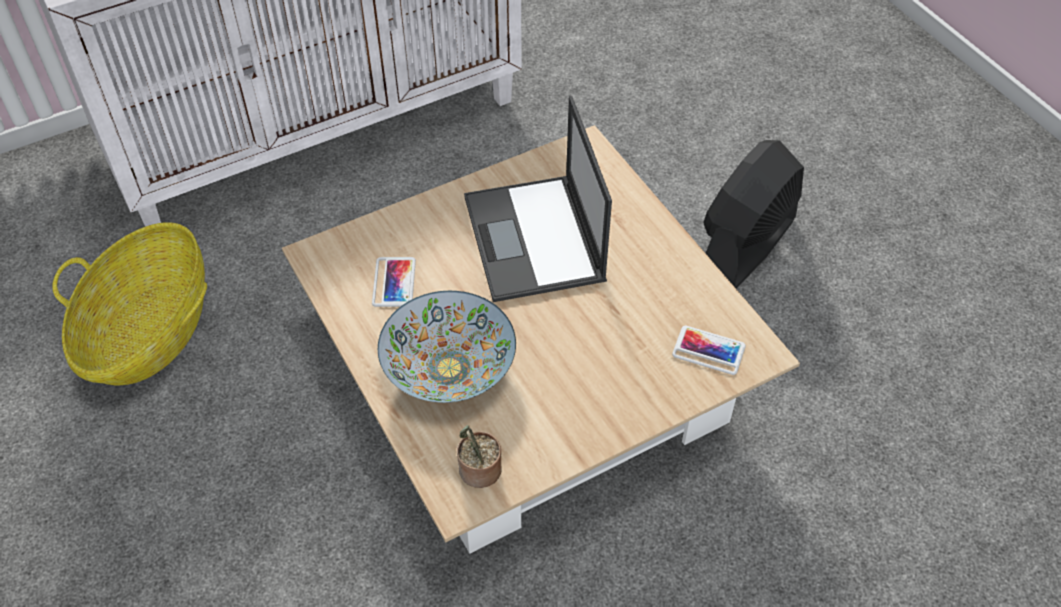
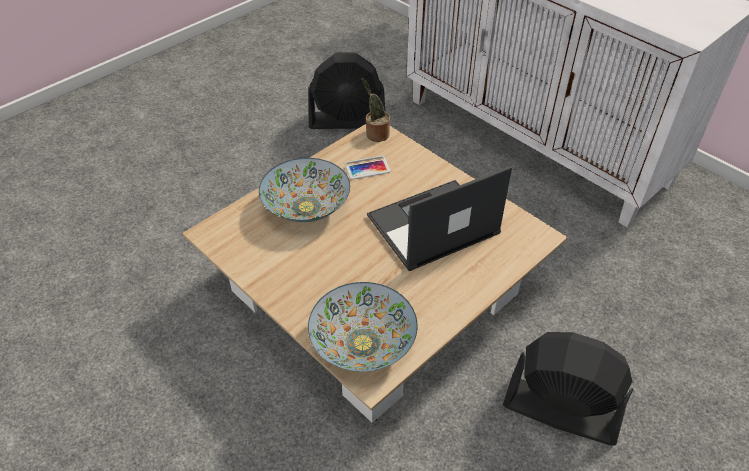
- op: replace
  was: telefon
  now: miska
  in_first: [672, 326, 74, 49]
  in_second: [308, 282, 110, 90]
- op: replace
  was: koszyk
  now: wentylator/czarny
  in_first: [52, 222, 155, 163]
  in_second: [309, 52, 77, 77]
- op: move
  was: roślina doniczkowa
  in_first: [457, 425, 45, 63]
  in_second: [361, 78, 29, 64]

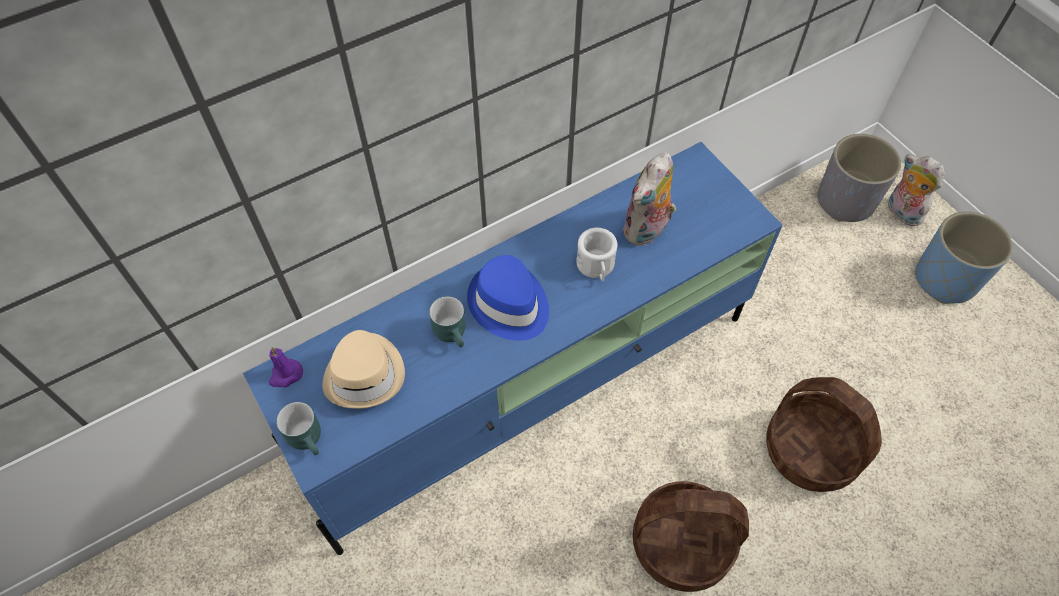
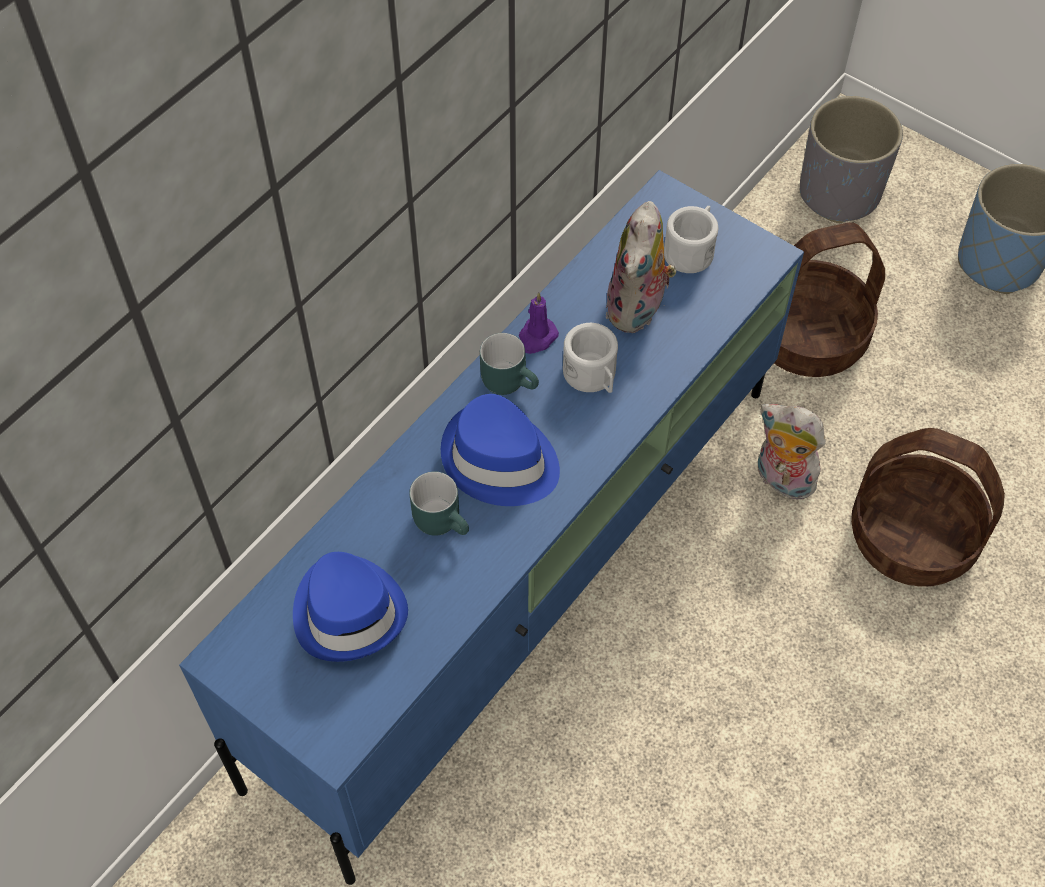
- op: recolor
  was: kapelusz/beżowy
  now: kapelusz/niebieski
  in_first: [322, 330, 83, 79]
  in_second: [293, 552, 115, 110]
- op: move
  was: kubek/turkusowy
  in_first: [276, 402, 45, 53]
  in_second: [480, 333, 59, 62]
- op: move
  was: świeca/fioletowy
  in_first: [269, 347, 34, 41]
  in_second: [519, 292, 40, 62]
- op: insert
  now: kubek/biały
  in_second: [664, 206, 54, 67]
- op: move
  was: pluszak
  in_first: [888, 154, 57, 72]
  in_second: [758, 404, 68, 96]
- op: move
  was: koszyk
  in_first: [633, 481, 116, 111]
  in_second: [774, 222, 111, 155]

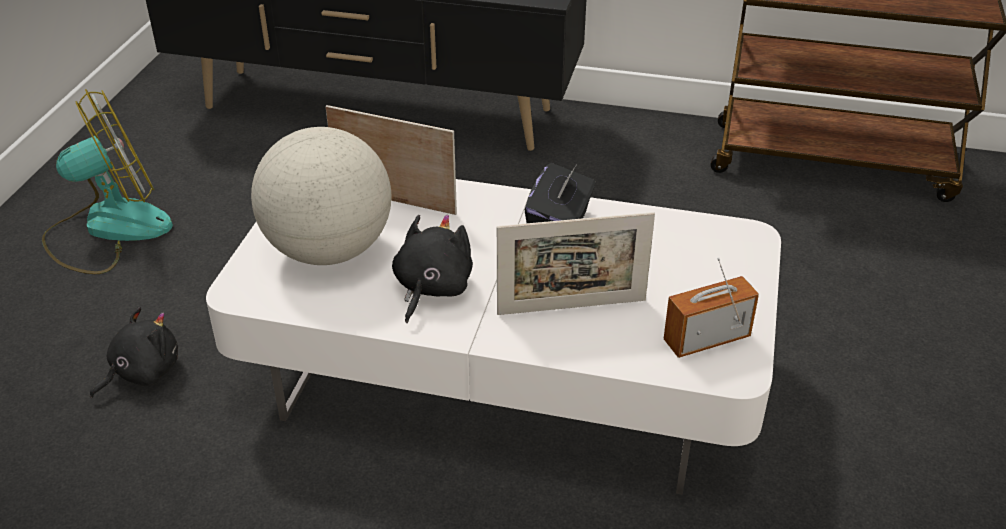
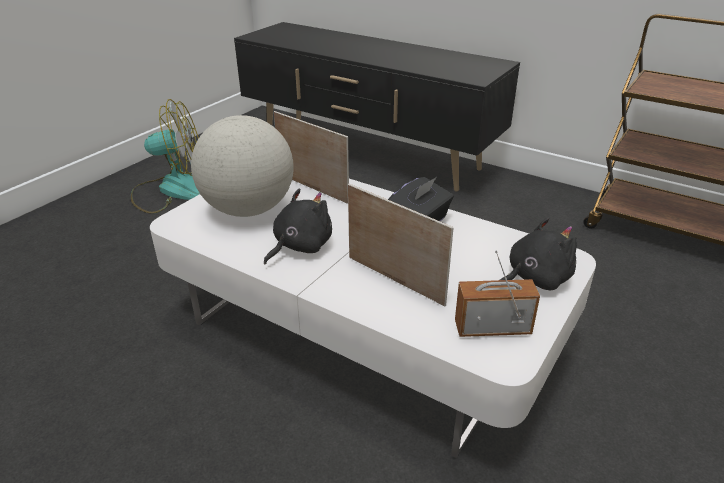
- op: rotate
  was: ramka na zdjęcie
  in_first: [497, 212, 158, 103]
  in_second: [348, 184, 106, 122]
  clockwise: -150
- op: move
  was: pluszak/czarny
  in_first: [90, 307, 88, 91]
  in_second: [500, 218, 77, 72]

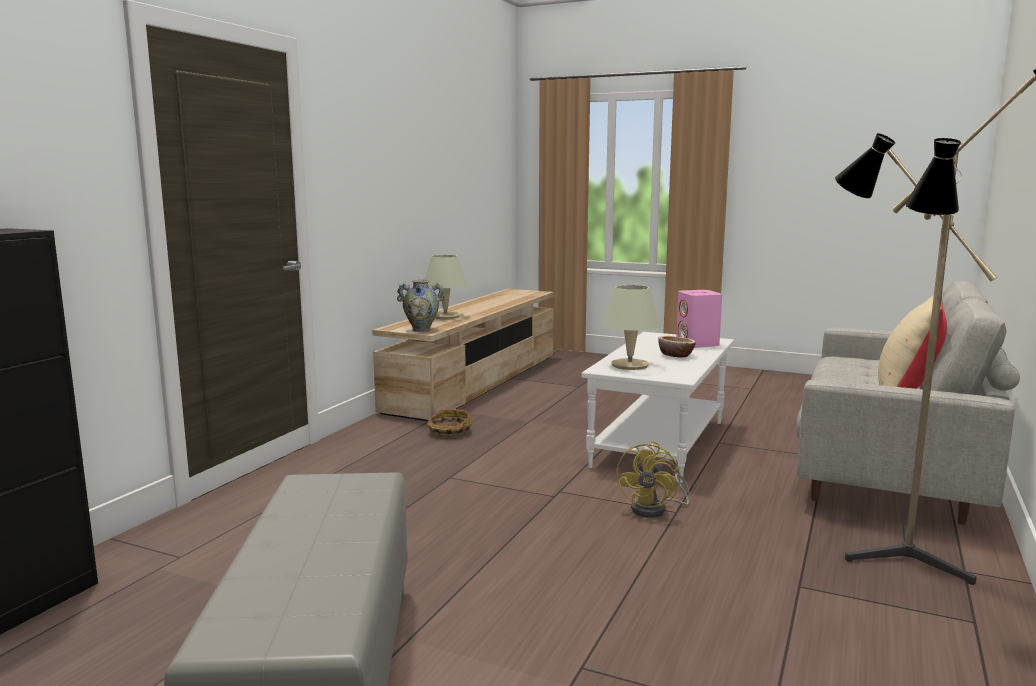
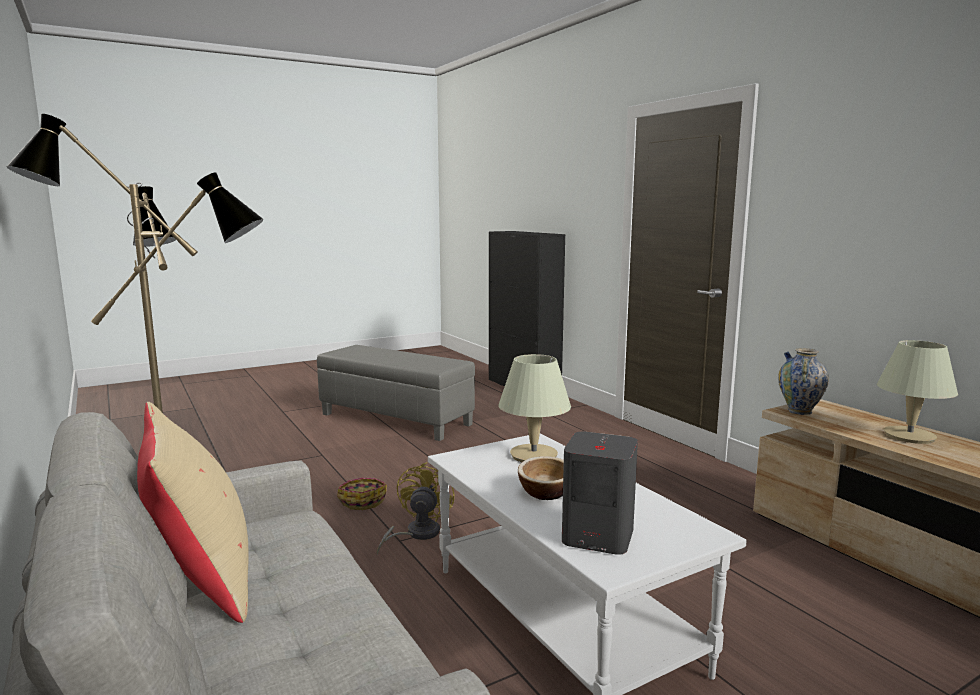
- op: move
  was: koszyk
  in_first: [427, 409, 45, 29]
  in_second: [337, 478, 50, 32]
- op: rotate
  was: wentylator/żółty
  in_first: [616, 442, 73, 76]
  in_second: [377, 462, 77, 93]
  clockwise: 45
- op: recolor
  was: głośnik/różowy
  now: głośnik/szary
  in_first: [676, 290, 46, 58]
  in_second: [562, 432, 76, 123]

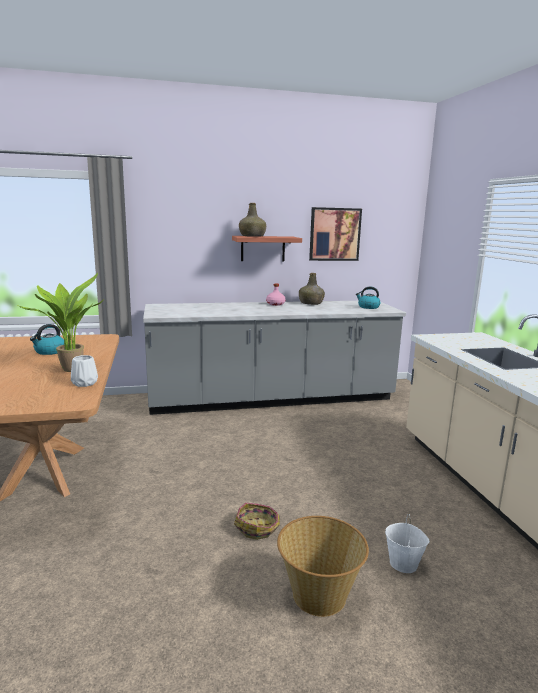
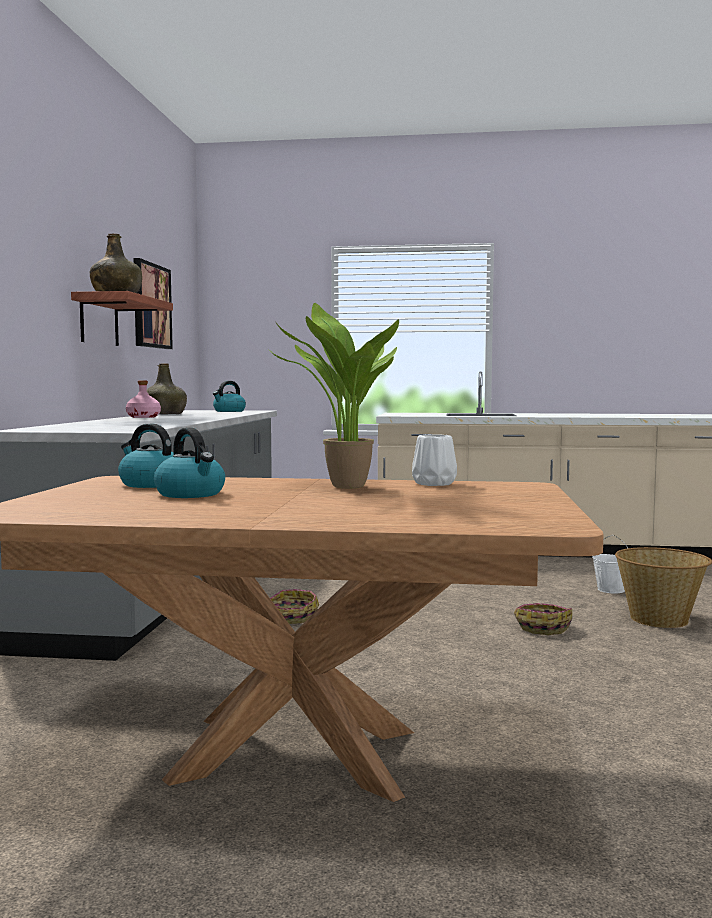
- op: insert
  now: czajnik
  in_second: [118, 423, 56, 65]
- op: insert
  now: koszyk
  in_second: [270, 589, 49, 35]

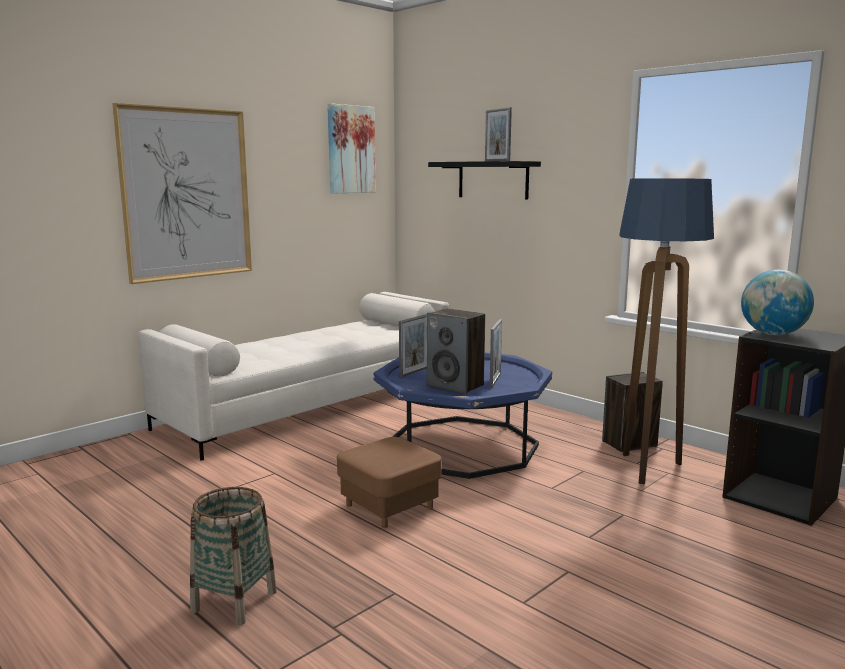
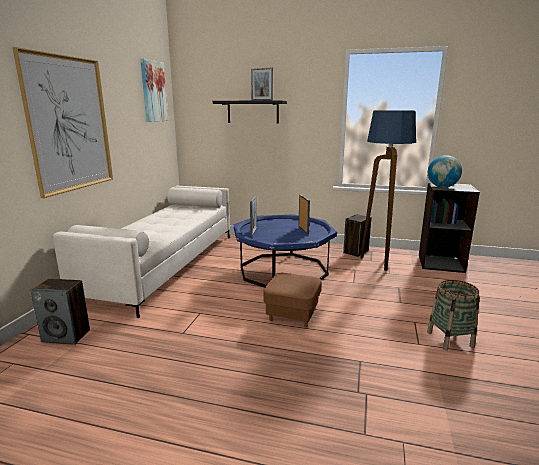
- op: move
  was: głośnik
  in_first: [427, 308, 58, 86]
  in_second: [30, 279, 60, 66]
- op: move
  was: koszyk
  in_first: [190, 487, 87, 138]
  in_second: [427, 280, 53, 70]

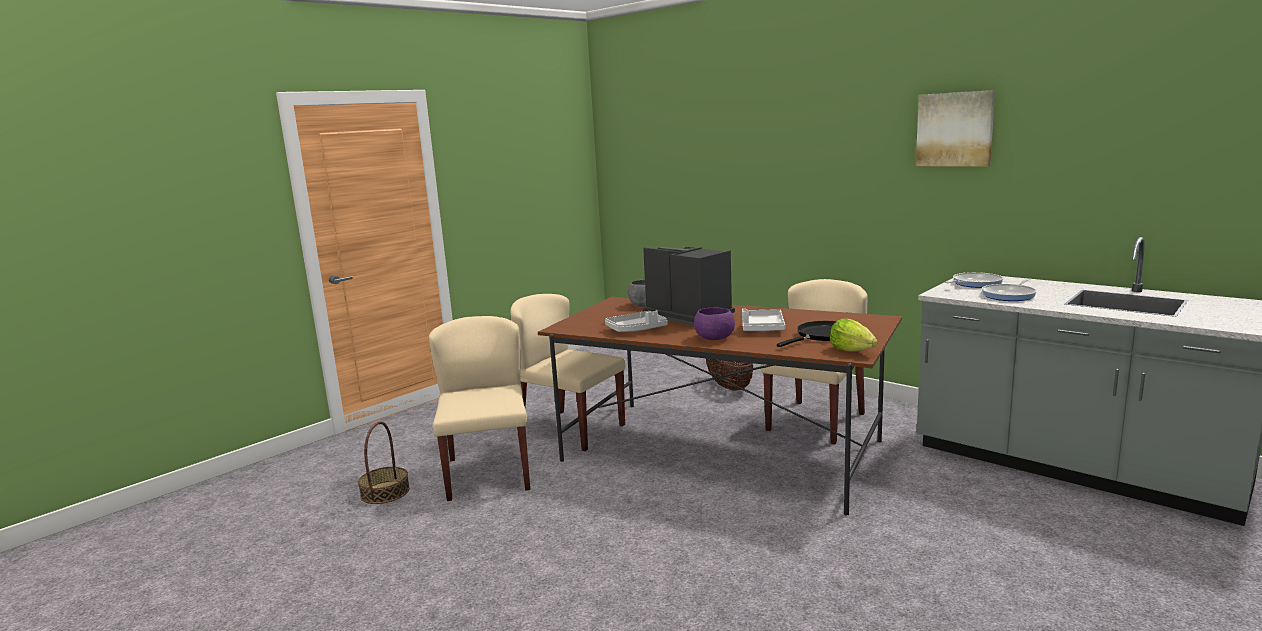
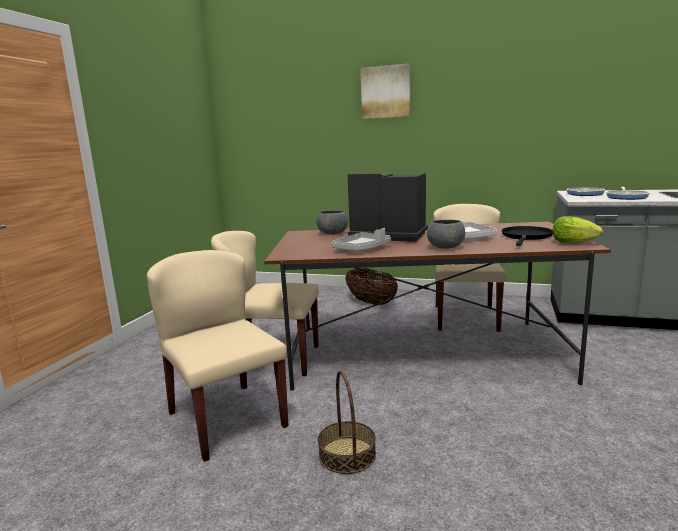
- op: move
  was: koszyk
  in_first: [358, 421, 52, 83]
  in_second: [318, 370, 58, 104]
- op: move
  was: obraz
  in_first: [916, 90, 79, 77]
  in_second: [361, 63, 49, 56]
- op: recolor
  was: miska/fioletowy
  now: miska/szary
  in_first: [694, 308, 41, 32]
  in_second: [427, 220, 38, 29]

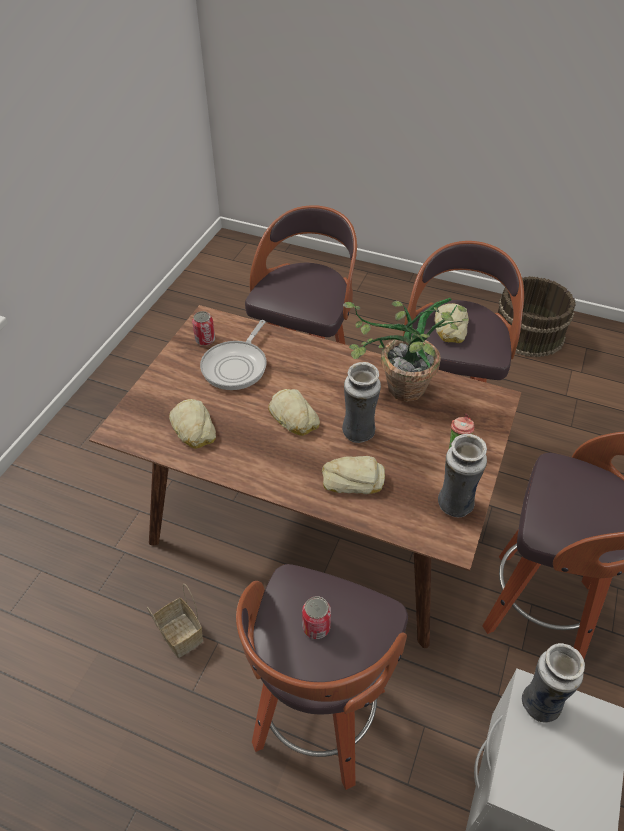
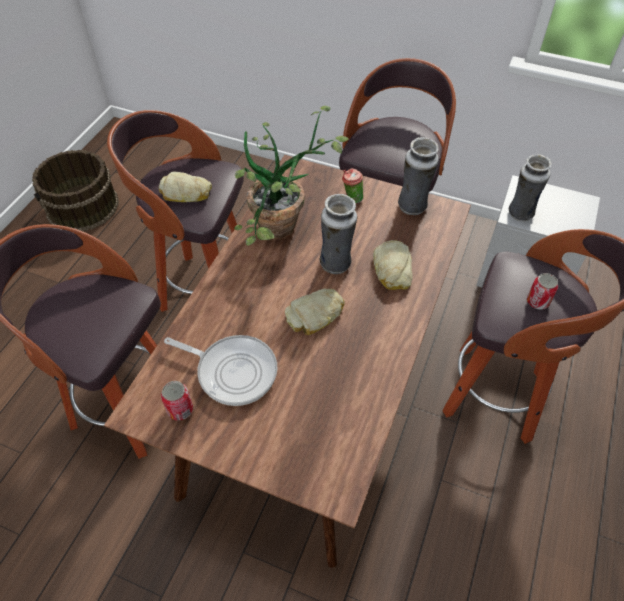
- op: delete
  was: koszyk
  in_first: [147, 584, 56, 74]
- op: delete
  was: chleb
  in_first: [169, 399, 47, 50]

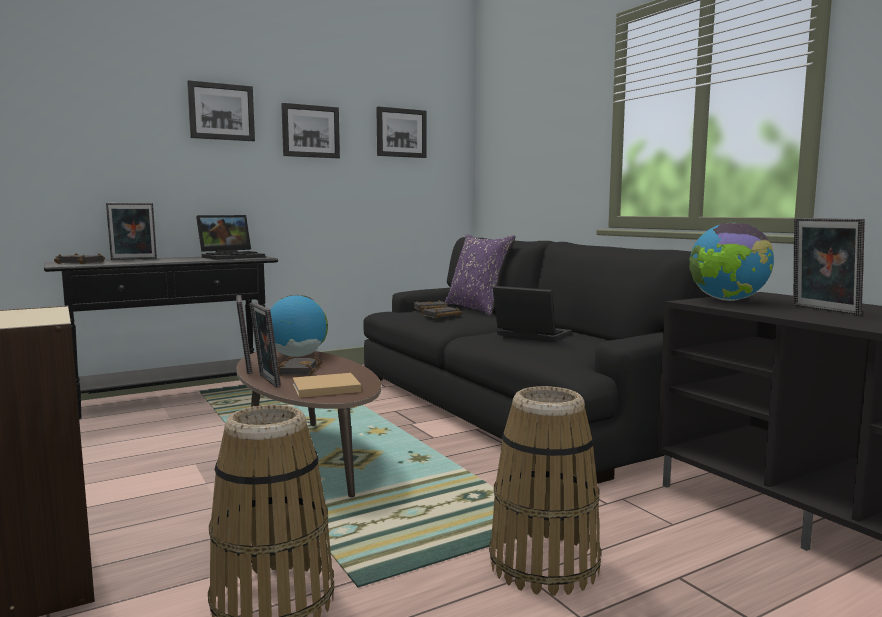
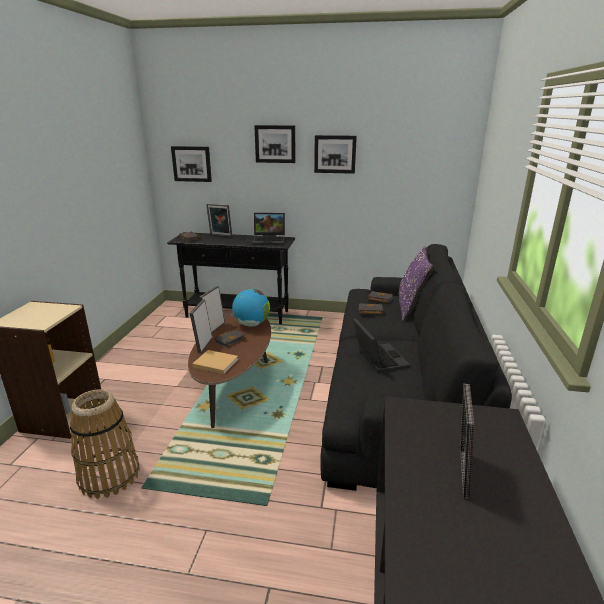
- op: move
  was: obraz
  in_first: [376, 106, 51, 52]
  in_second: [171, 146, 41, 36]
- op: delete
  was: koszyk
  in_first: [489, 386, 112, 210]
- op: delete
  was: globus
  in_first: [689, 223, 85, 78]

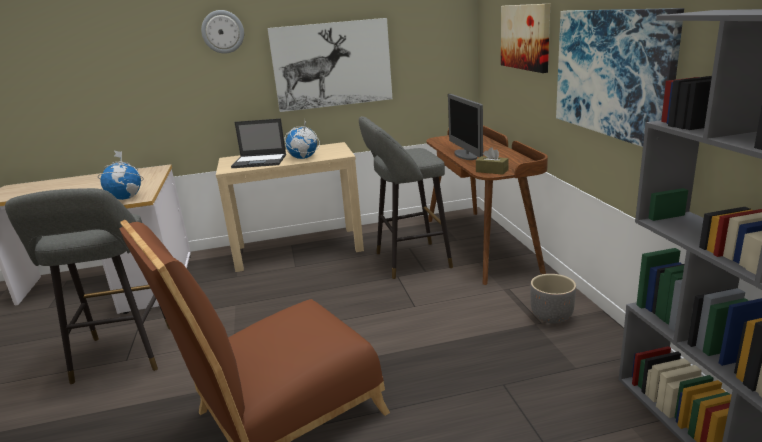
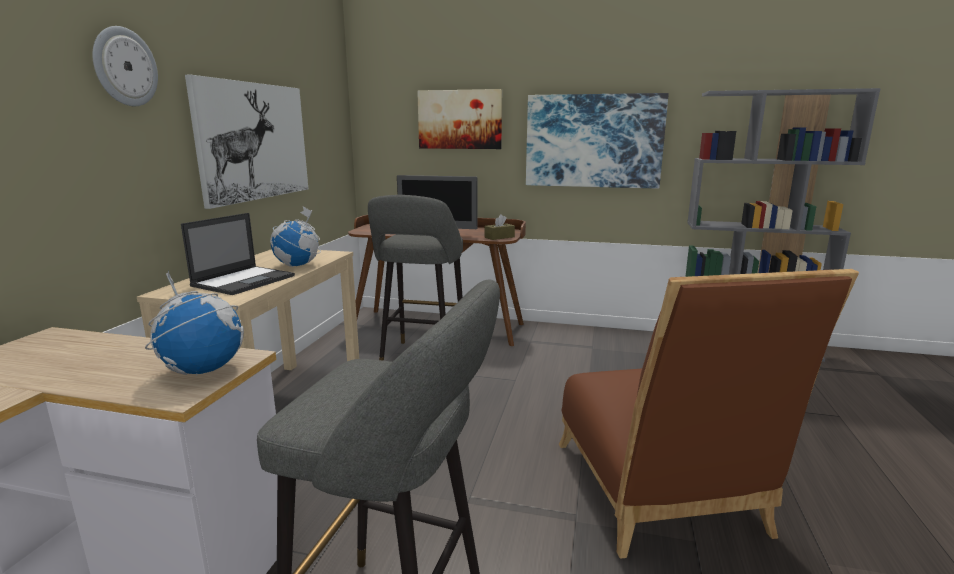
- op: delete
  was: donica/szary
  in_first: [530, 274, 46, 49]

